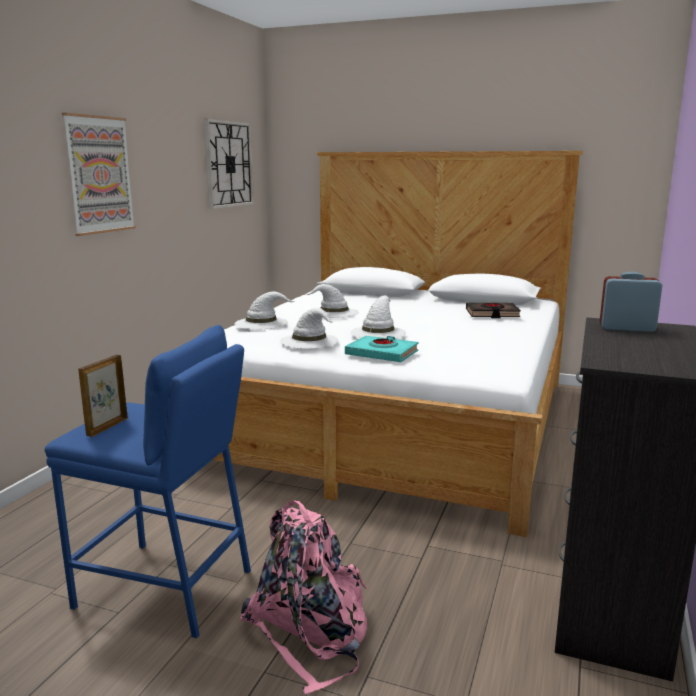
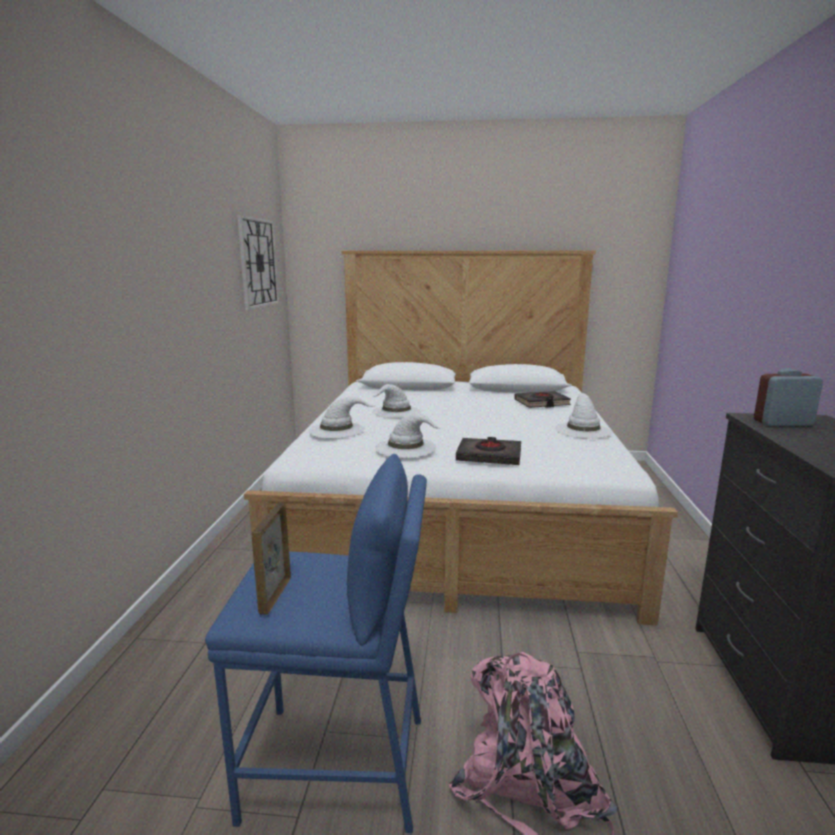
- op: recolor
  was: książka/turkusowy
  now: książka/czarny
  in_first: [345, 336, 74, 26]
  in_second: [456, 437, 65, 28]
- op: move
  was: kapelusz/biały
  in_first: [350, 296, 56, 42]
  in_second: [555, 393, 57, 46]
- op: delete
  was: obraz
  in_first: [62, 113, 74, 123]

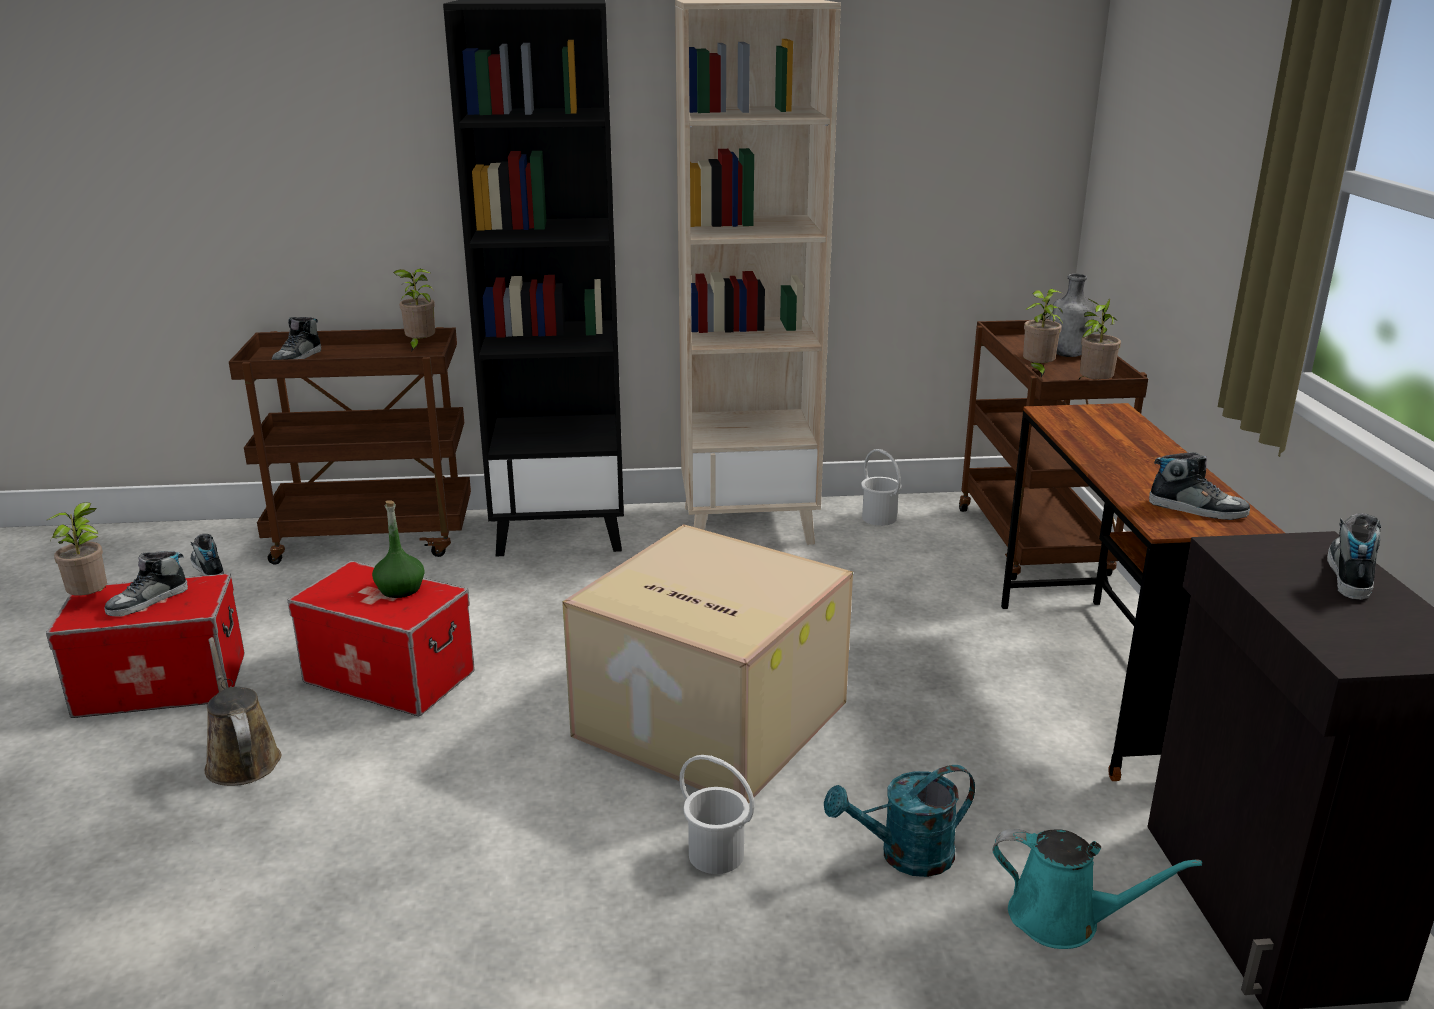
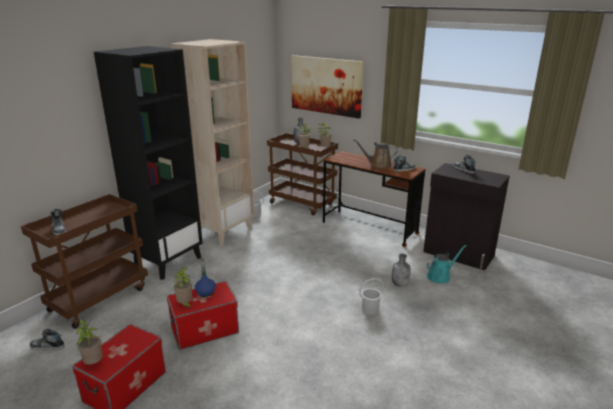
- op: move
  was: roślina doniczkowa
  in_first: [393, 269, 42, 83]
  in_second: [173, 268, 19, 41]
- op: recolor
  was: butelka/zielony
  now: butelka/niebieski
  in_first: [372, 500, 53, 98]
  in_second: [195, 258, 21, 39]
- op: insert
  now: obraz
  in_second: [291, 55, 72, 64]
- op: move
  was: konewka/brązowy
  in_first: [205, 637, 76, 149]
  in_second: [354, 139, 44, 30]
- op: replace
  was: konewka/turkusowy
  now: butelka/szary
  in_first: [824, 765, 151, 112]
  in_second: [392, 254, 19, 33]
- op: delete
  was: but
  in_first: [105, 551, 83, 65]
- op: delete
  was: karton
  in_first: [562, 524, 291, 279]

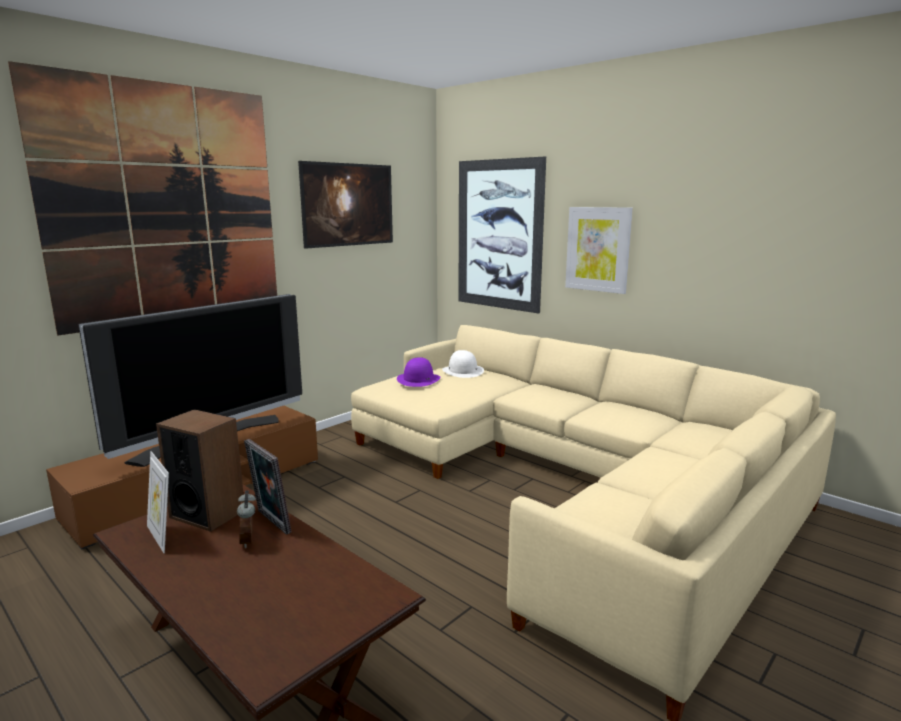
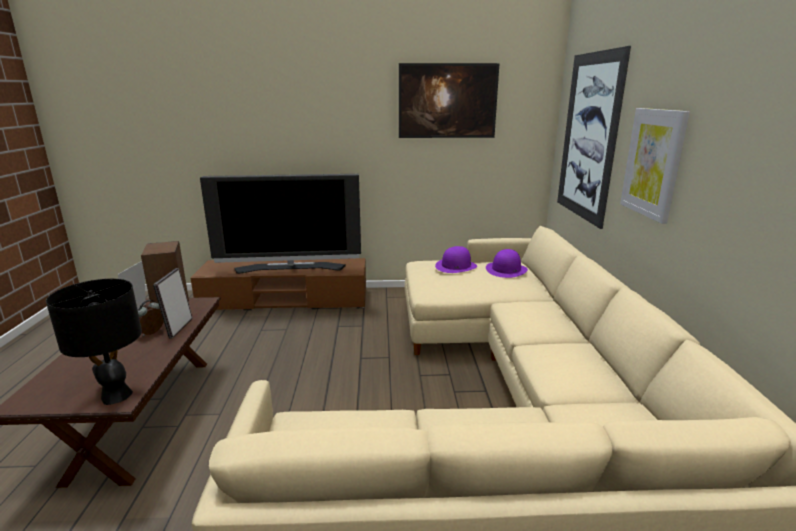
- op: insert
  now: lampa stołowa/czarny
  in_second: [46, 279, 96, 126]
- op: recolor
  was: kapelusz/biały
  now: kapelusz/fioletowy
  in_first: [442, 350, 42, 28]
  in_second: [486, 249, 42, 29]
- op: delete
  was: obraz
  in_first: [8, 61, 269, 274]

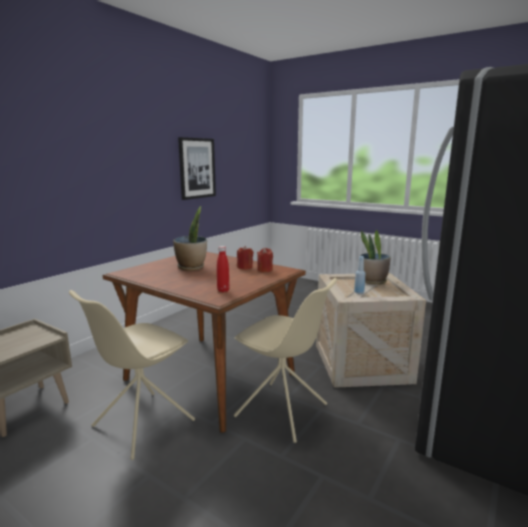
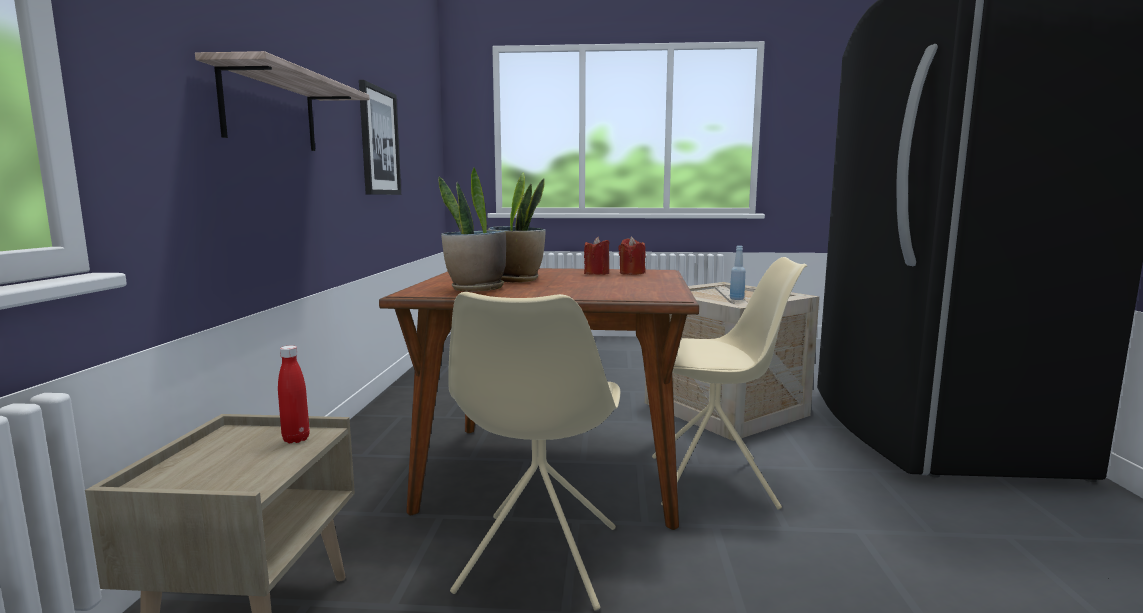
- op: insert
  now: półka
  in_second: [195, 51, 175, 100]
- op: move
  was: butelka/czerwony
  in_first: [217, 246, 12, 46]
  in_second: [278, 346, 32, 97]
- op: move
  was: roślina doniczkowa
  in_first: [360, 230, 30, 55]
  in_second: [438, 167, 68, 124]

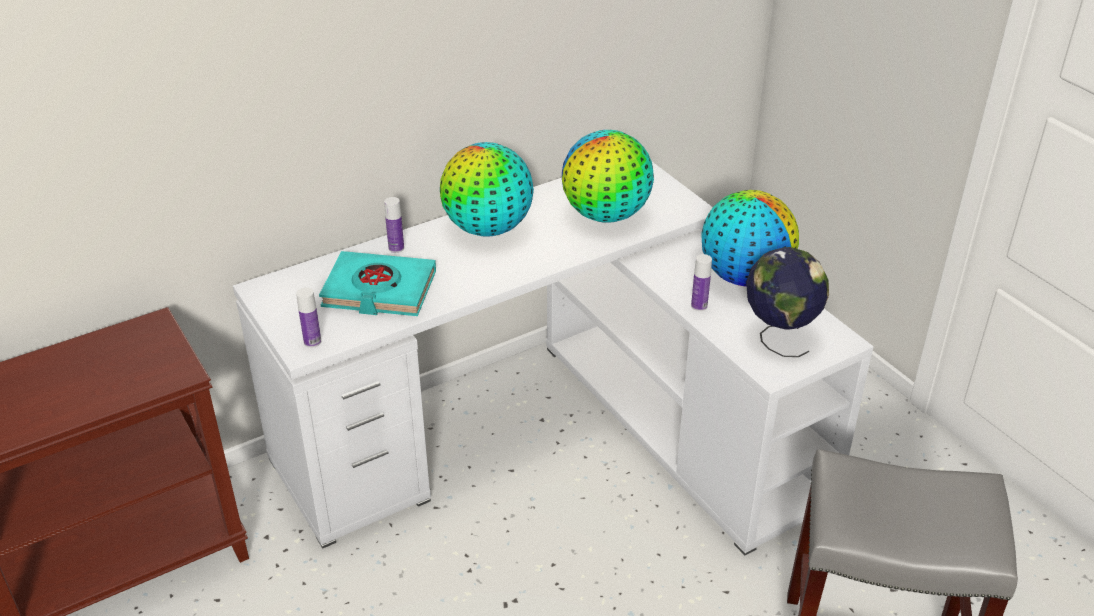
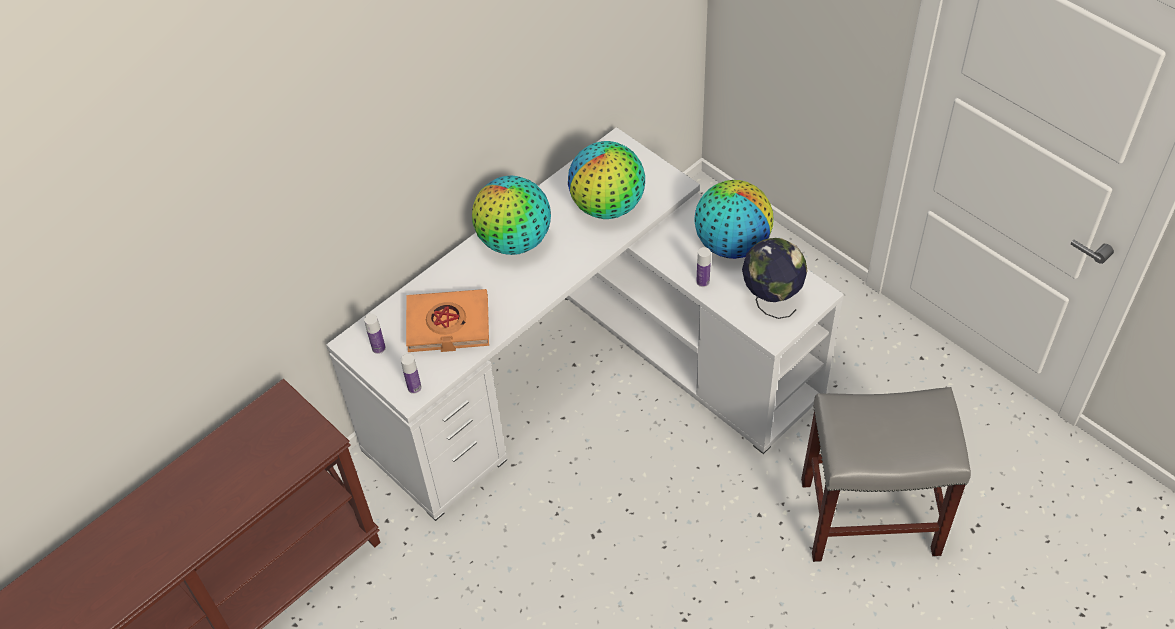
- op: move
  was: butelka
  in_first: [384, 197, 20, 56]
  in_second: [364, 314, 22, 40]
- op: recolor
  was: książka/turkusowy
  now: książka/pomarańczowy
  in_first: [319, 251, 117, 65]
  in_second: [406, 289, 83, 63]

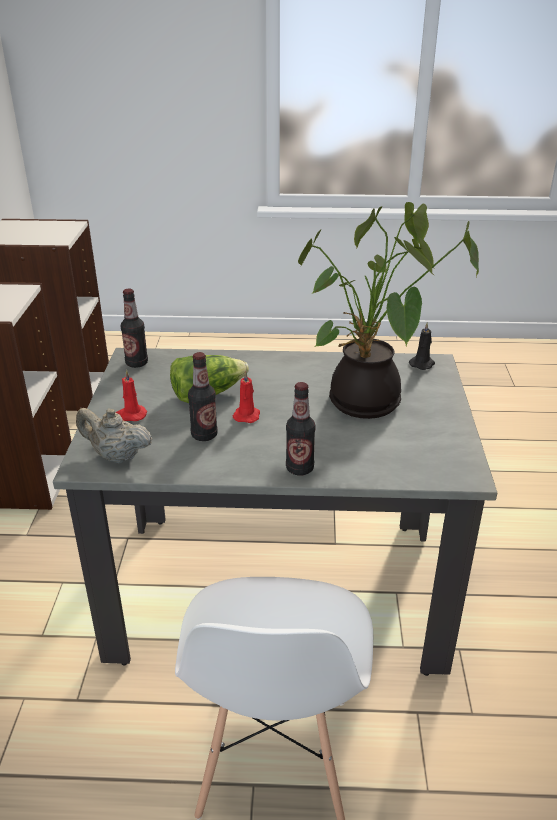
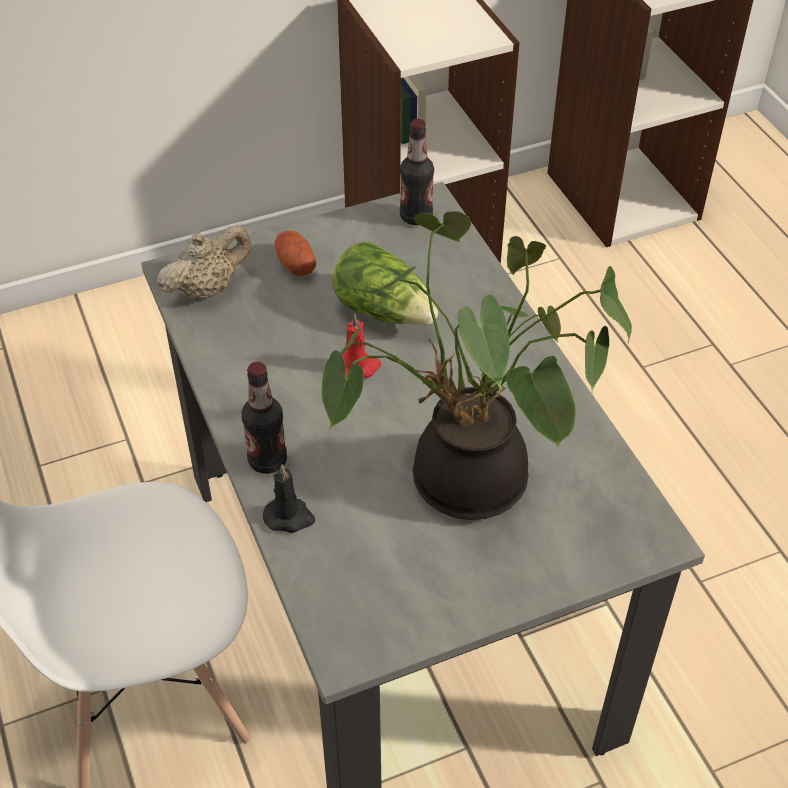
- op: rotate
  was: imbryk/beżowy
  in_first: [76, 408, 76, 55]
  in_second: [157, 225, 94, 76]
  clockwise: 60
- op: move
  was: świeca/czarny
  in_first: [409, 322, 26, 48]
  in_second: [263, 464, 52, 69]
- op: replace
  was: świeca/czerwony
  now: ziemniak
  in_first: [116, 370, 31, 51]
  in_second: [275, 231, 41, 45]
- op: delete
  was: butelka
  in_first: [188, 352, 30, 89]

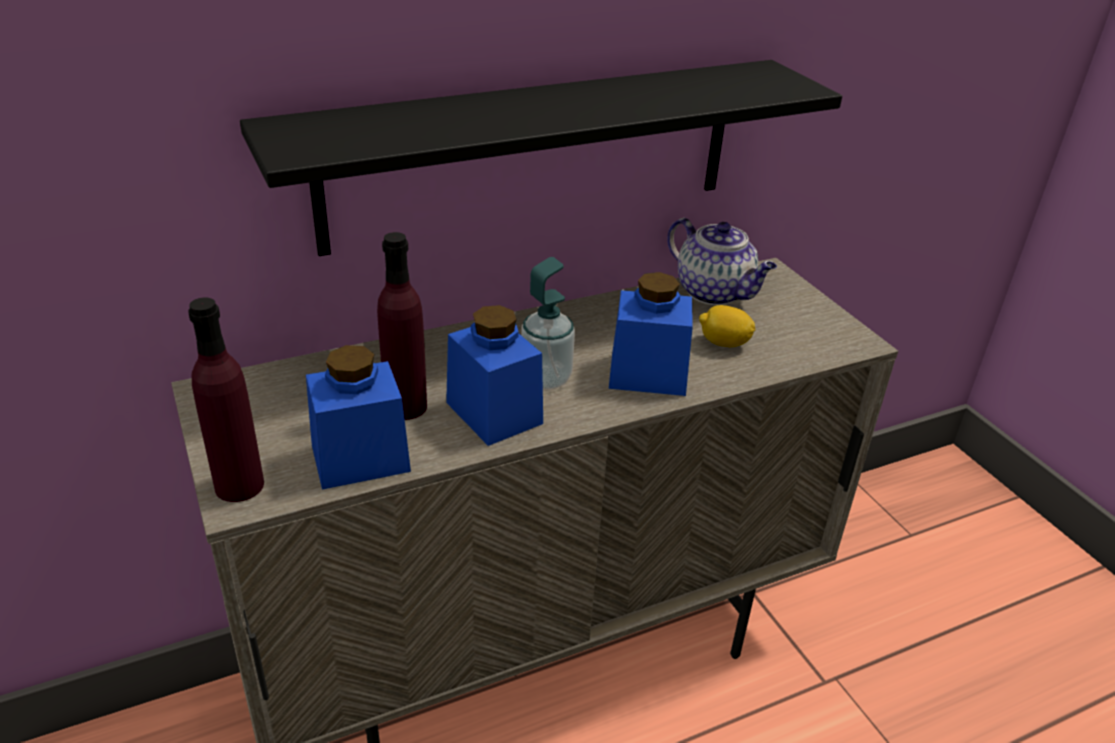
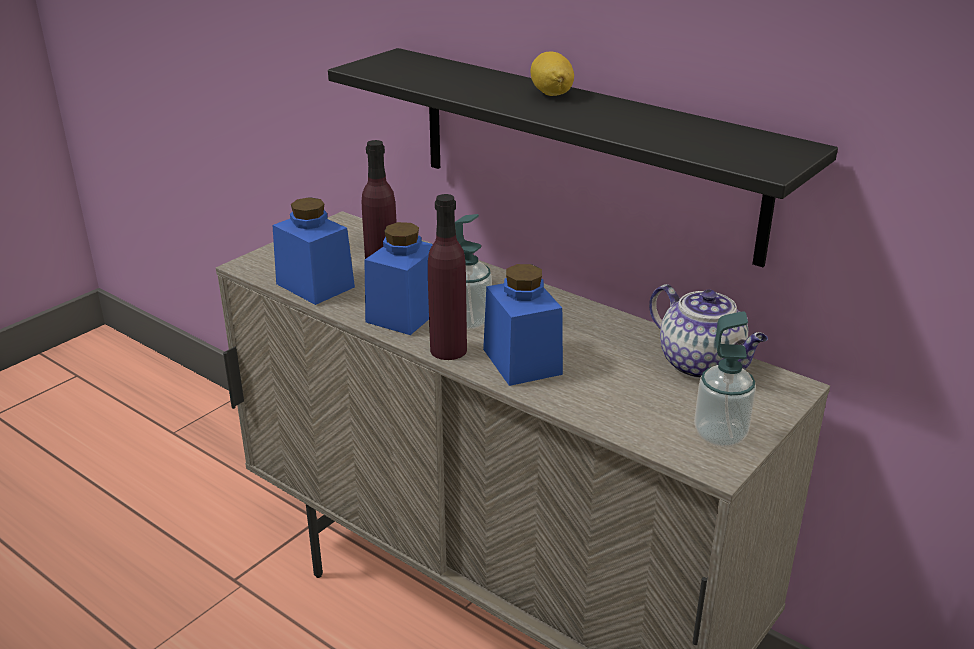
- op: move
  was: butelka/fioletowy
  in_first: [188, 297, 76, 205]
  in_second: [428, 194, 39, 166]
- op: move
  was: cytryna
  in_first: [699, 305, 57, 42]
  in_second: [531, 52, 43, 44]
- op: rotate
  was: imbryk
  in_first: [667, 218, 110, 87]
  in_second: [649, 284, 119, 95]
  clockwise: -60
- op: insert
  now: dozownik mydła
  in_second: [694, 311, 62, 136]

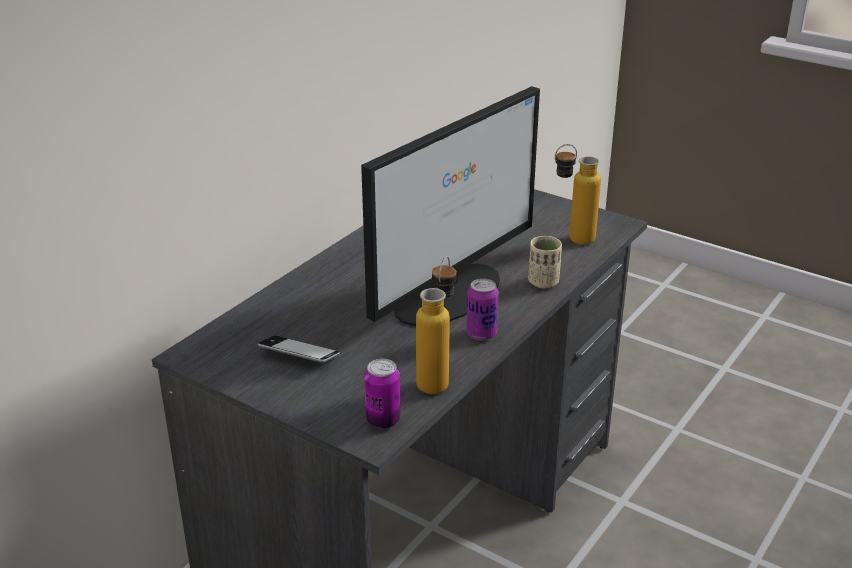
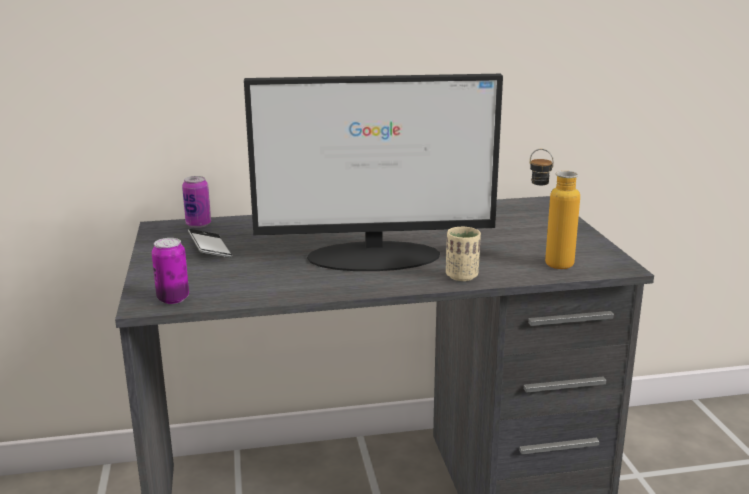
- op: move
  was: puszka
  in_first: [467, 278, 32, 62]
  in_second: [182, 176, 29, 52]
- op: delete
  was: butelka
  in_first: [416, 256, 40, 138]

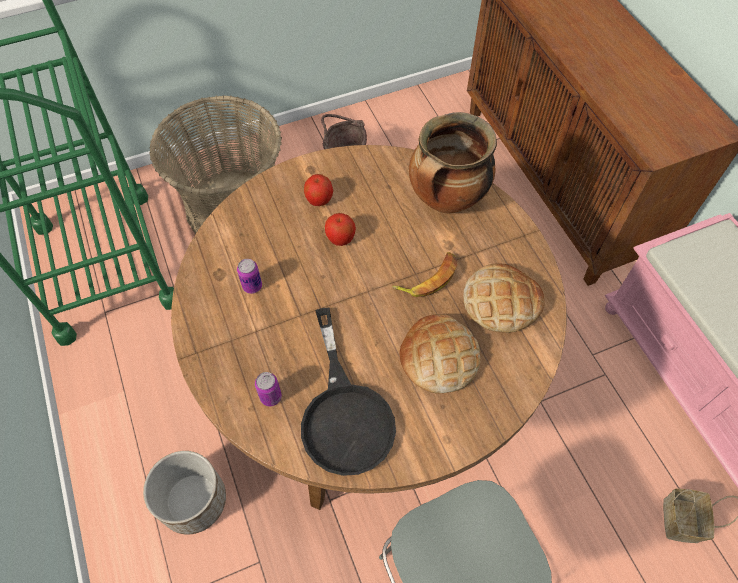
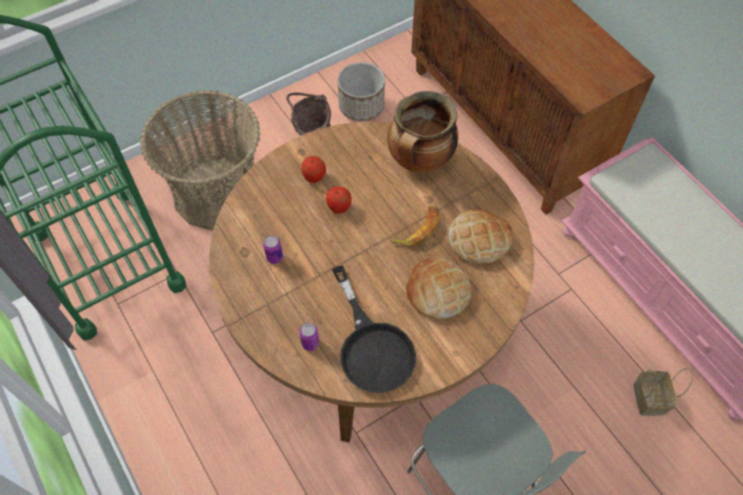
- op: move
  was: donica
  in_first: [143, 451, 83, 83]
  in_second: [337, 62, 48, 59]

